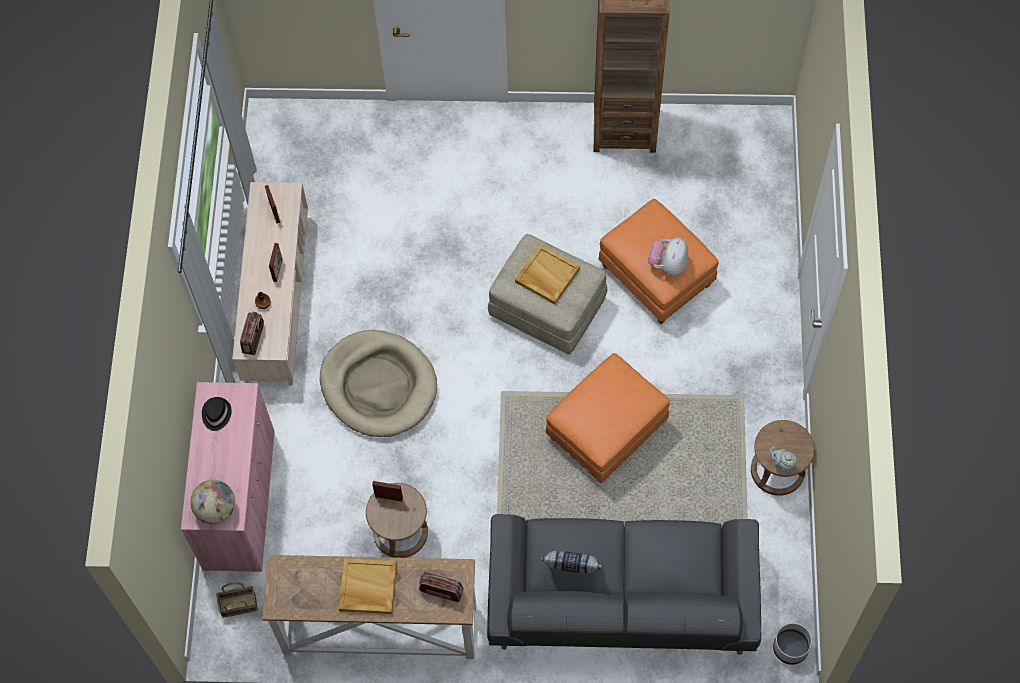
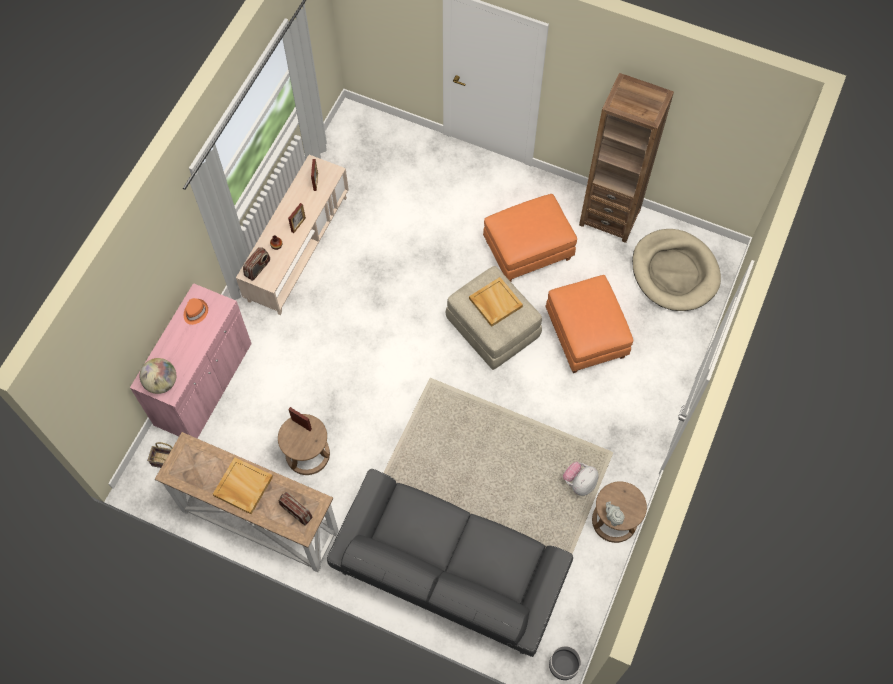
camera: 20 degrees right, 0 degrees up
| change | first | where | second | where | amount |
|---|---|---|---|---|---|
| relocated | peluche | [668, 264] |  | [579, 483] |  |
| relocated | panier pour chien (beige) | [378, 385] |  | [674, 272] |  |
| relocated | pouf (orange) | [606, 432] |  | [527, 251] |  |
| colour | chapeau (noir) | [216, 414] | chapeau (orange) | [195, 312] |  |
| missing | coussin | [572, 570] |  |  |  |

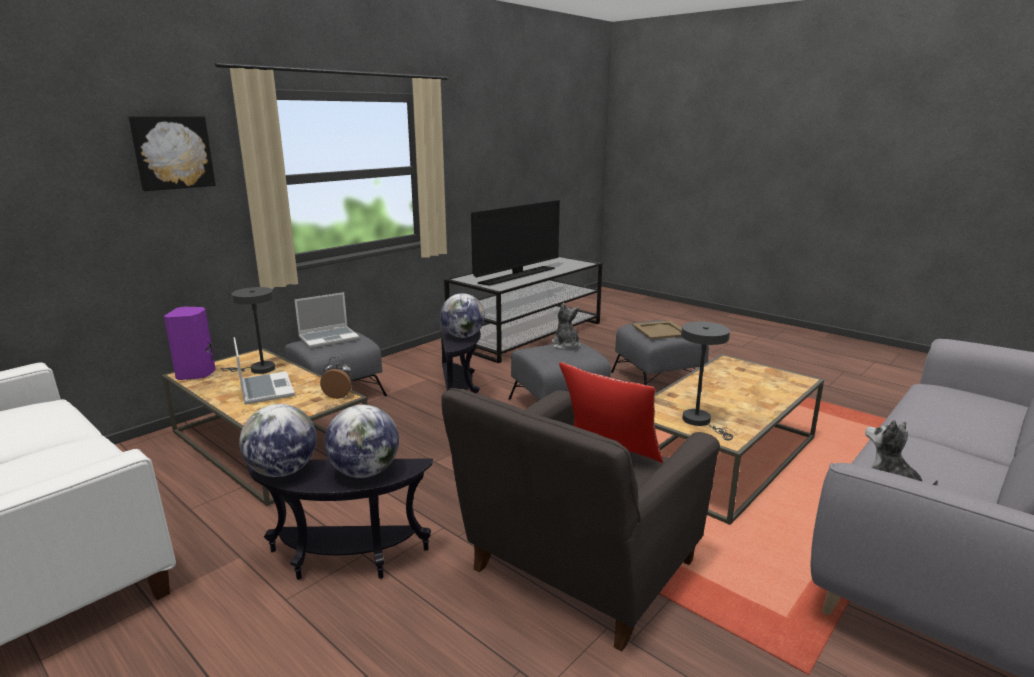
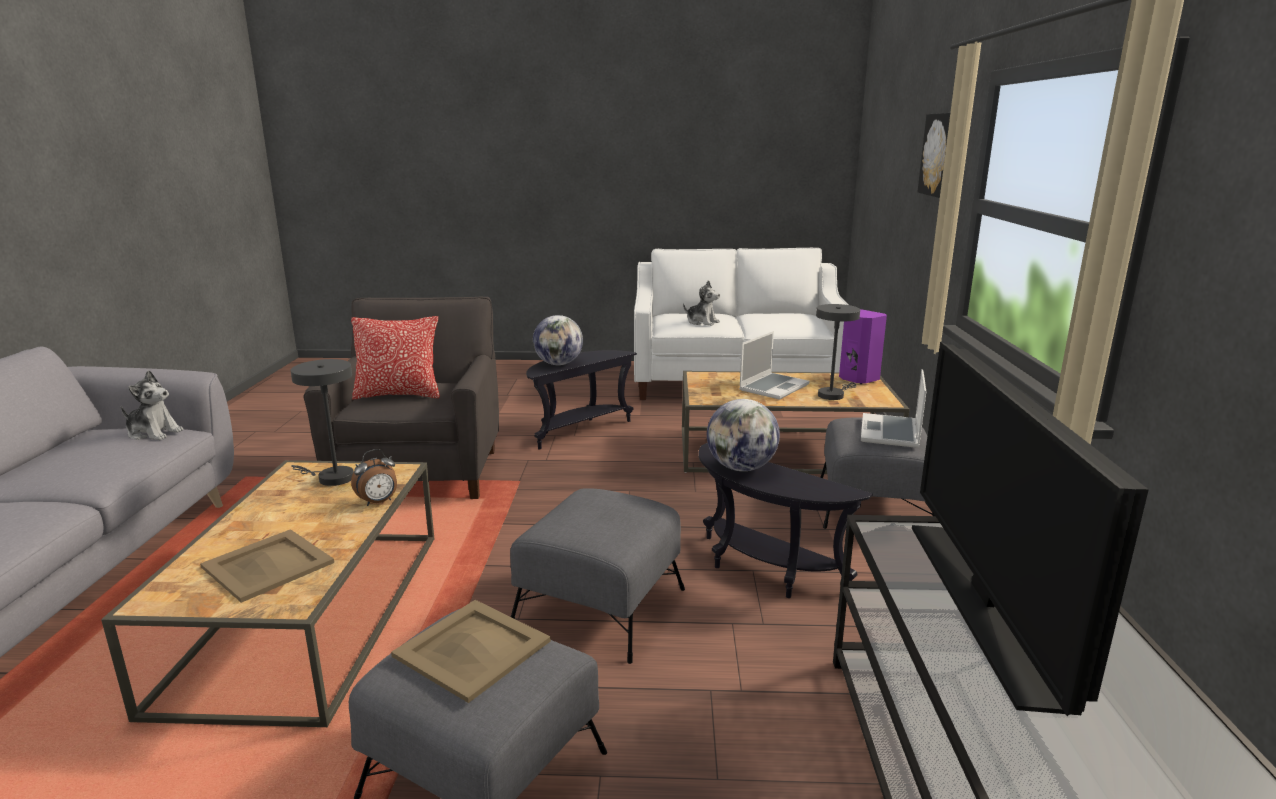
camera: 140 degrees right, 0 degrees up
| change | first | where | second | where | amount |
|---|---|---|---|---|---|
| relocated | peluche | [566, 345] |  | [702, 322] |  |
| spun | ordinateur portable | [265, 389] |  | [773, 387] | 75 degrees counterclockwise |
| relocated | réveil | [339, 395] |  | [378, 502] |  |
| missing | globe | [282, 471] |  |  |  |
| appeared |  |  | plateau (beige) | [266, 565] |  |

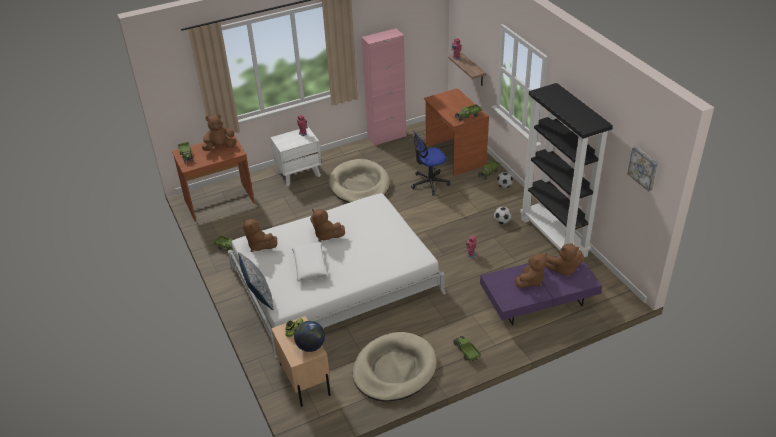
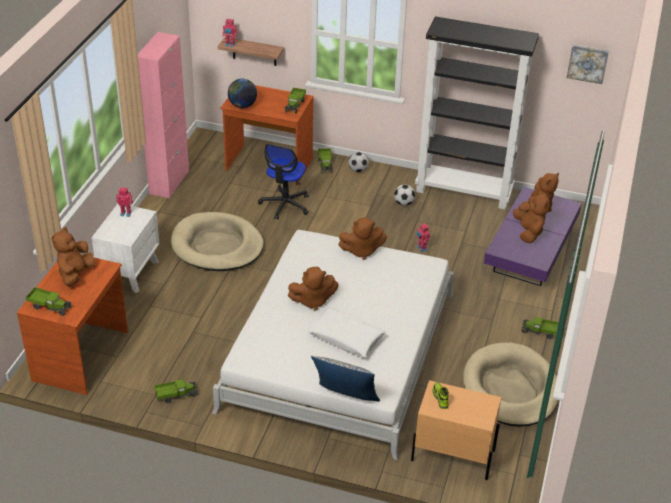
camera: 50 degrees left, 0 degrees up
| change | first | where | second | where | amount |
|---|---|---|---|---|---|
| relocated | peluche (marron) | [259, 246] |  | [361, 251] |  |
| relocated | globe | [310, 346] |  | [242, 105] |  |

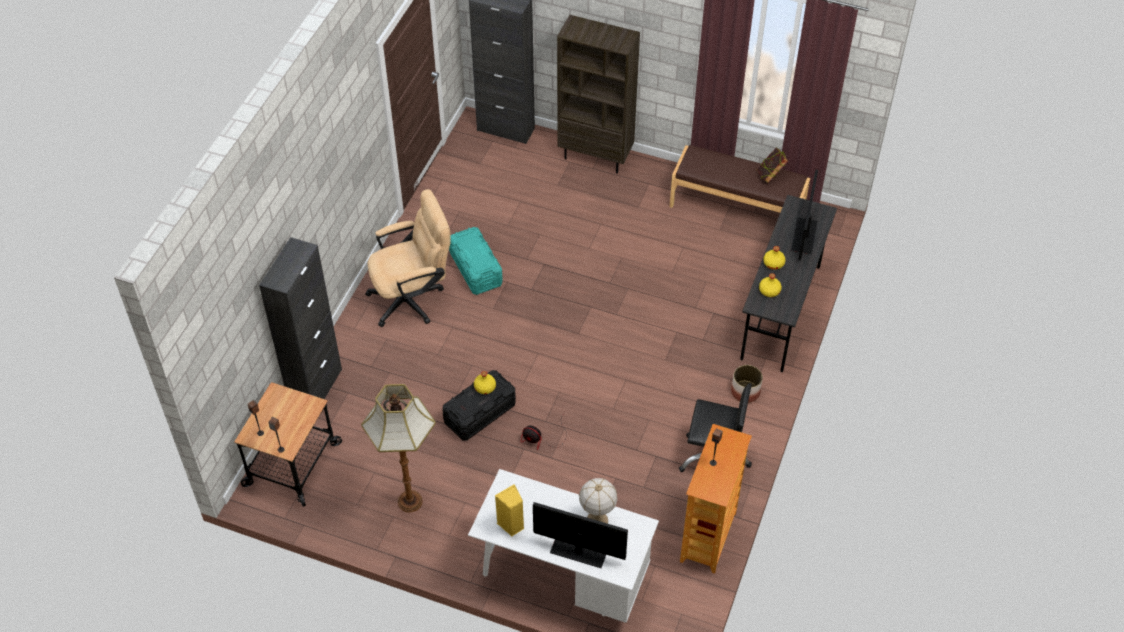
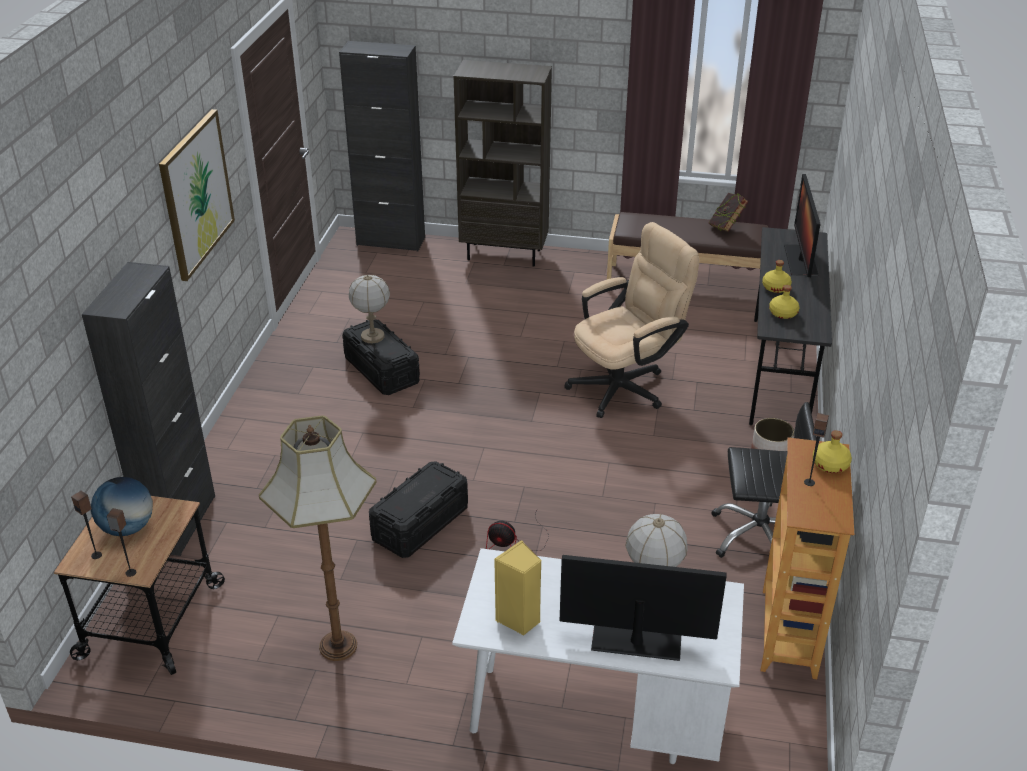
camera: 10 degrees left, 15 degrees down
| change | first | where | second | where | amount |
|---|---|---|---|---|---|
| relocated | chaise de bureau (beige) | [413, 298] |  | [626, 386] |  |
| colour | boîte de rangement (turquoise) | [476, 269] | boîte de rangement (noir) | [382, 370] |  |
| relocated | bouteille (jaune) | [485, 387] |  | [830, 465] |  |
| appeared |  |  | tableau | [196, 194] |  |
| appeared |  |  | lampe de table | [372, 336] |  |
| appeared |  |  | globe | [127, 528] |  |

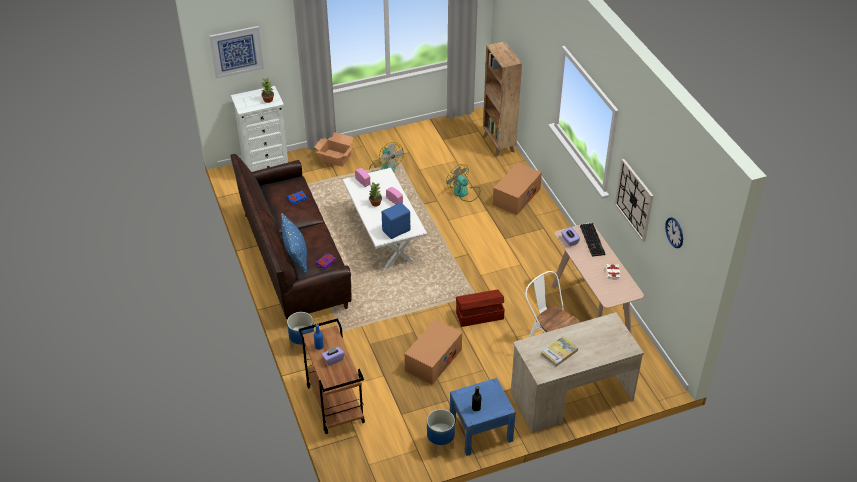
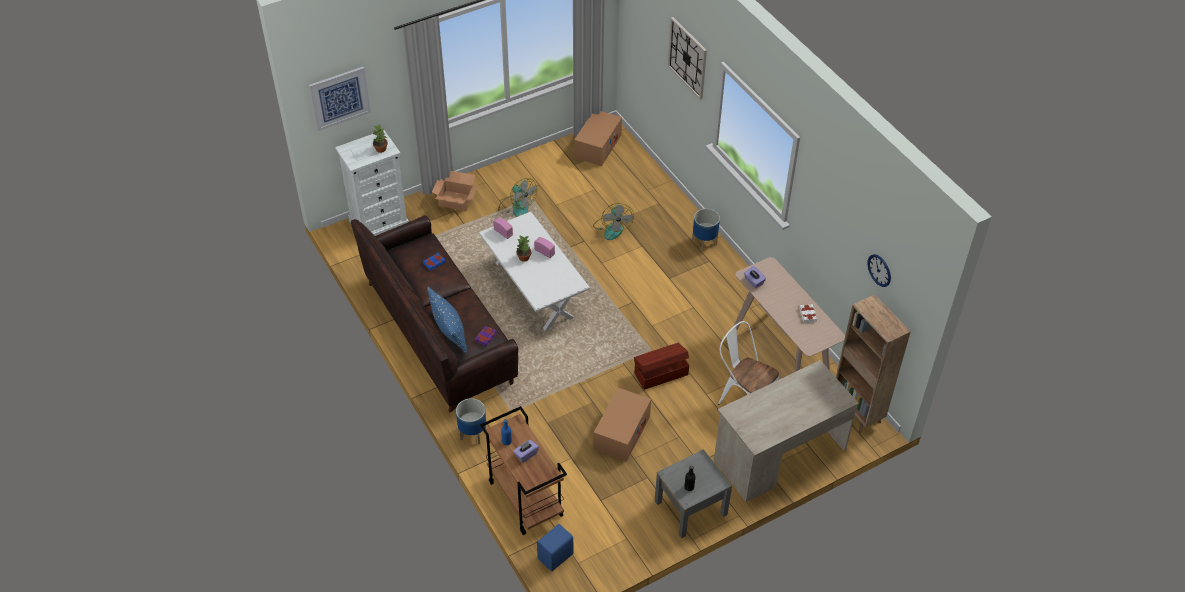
camera: 10 degrees left, 5 degrees up
| change | first | where | second | where | amount |
|---|---|---|---|---|---|
| relocated | bibliothèque (marron) | [498, 144] |  | [857, 412] |  |
| relocated | horloge murale | [634, 199] |  | [687, 58] |  |
| relocated | carton | [516, 197] |  | [597, 146] |  |
| spun | ventilateur | [464, 193] |  | [612, 228] | 135 degrees counterclockwise |
| relocated | enceinte (bleu) | [397, 231] |  | [556, 557] |  |
| missing | clavier | [593, 241] |  |  |  |
| missing | livre | [559, 352] |  |  |  |
| colour | table de chevet (bleu) | [481, 431] | table de chevet (gris) | [690, 508] |  |
| relocated | cache-pot | [440, 444] |  | [704, 242] |  |

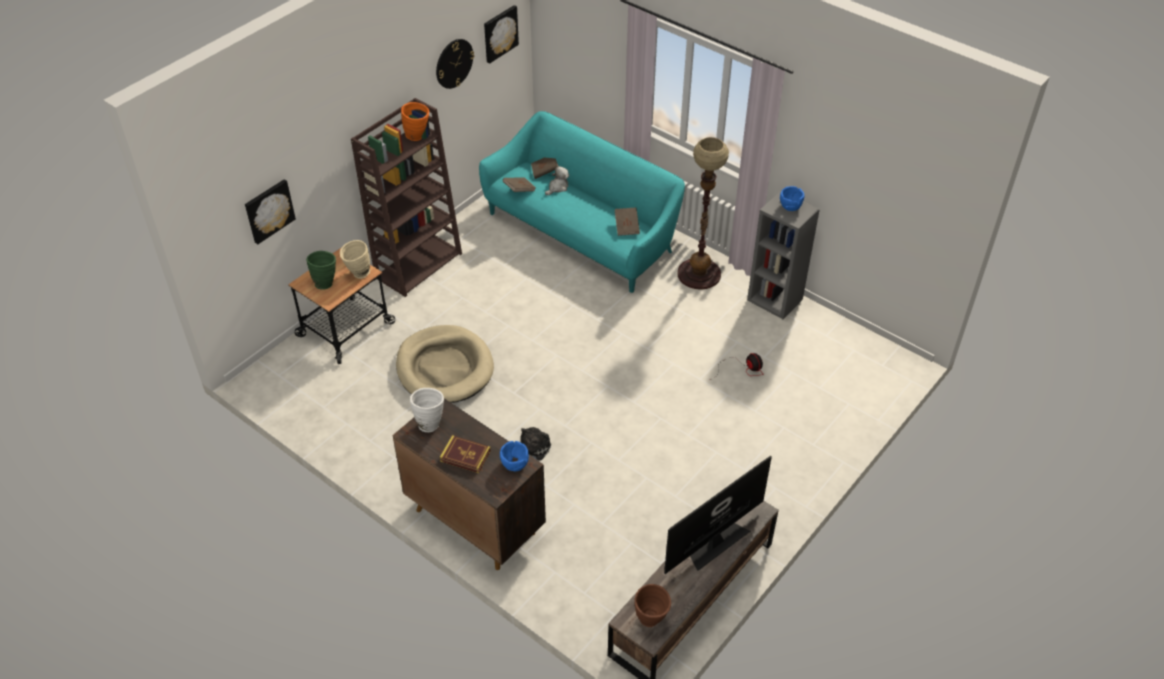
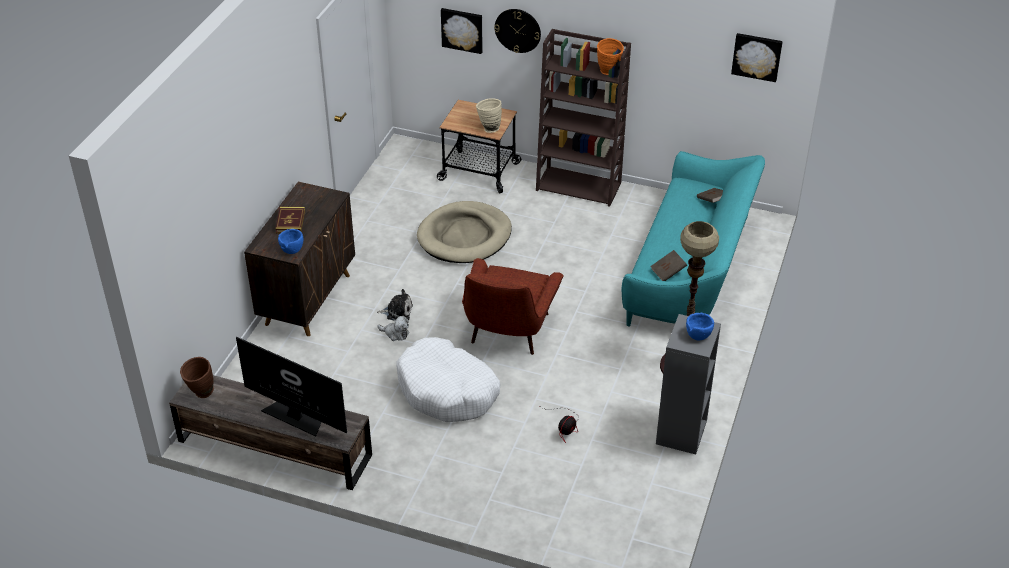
camera: 70 degrees right, 5 degrees down
| change | first | where | second | where | amount |
|---|---|---|---|---|---|
| relocated | horloge murale | [454, 63] |  | [517, 30] |  |
| relocated | peluche | [557, 187] |  | [395, 333] |  |
| missing | livre (marron) | [519, 190] |  |  |  |
| missing | vase (vert) | [326, 282] |  |  |  |
| missing | vase (blanc) | [430, 422] |  |  |  |
| appeared |  |  | fauteuil (rouge) | [508, 332] |  |
| appeared |  |  | panier pour chien (blanc) | [447, 390] |  |

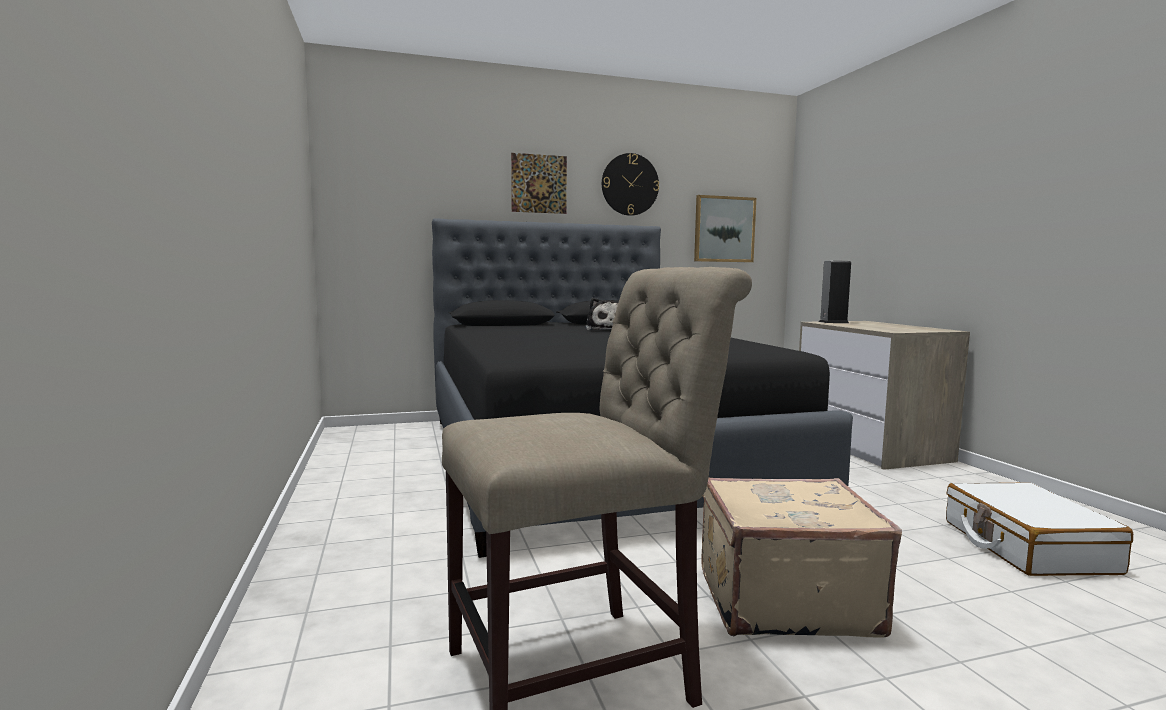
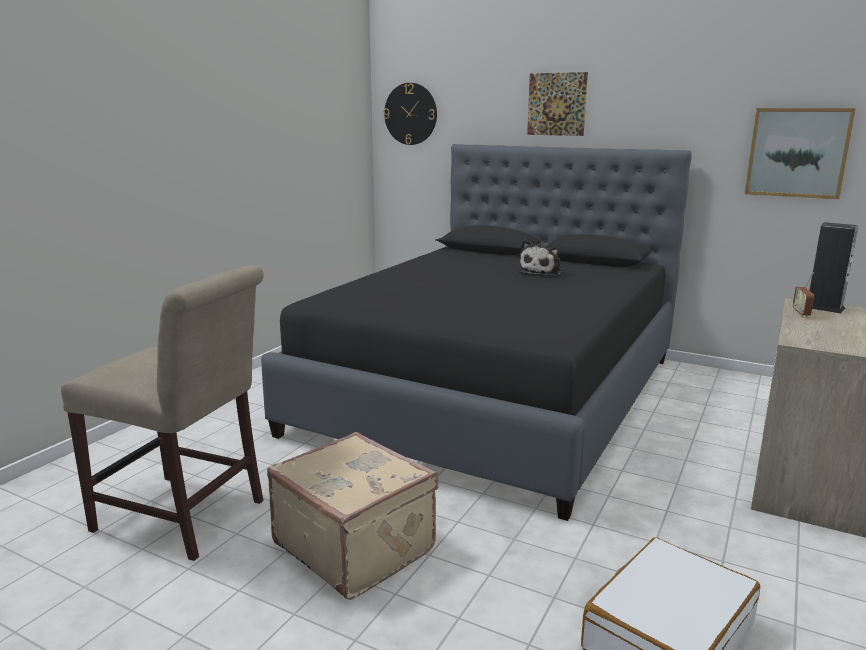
camera: 45 degrees right, 10 degrees up
| change | first | where | second | where | amount |
|---|---|---|---|---|---|
| relocated | horloge murale | [630, 184] |  | [410, 114] |  |
| appeared |  |  | radio | [801, 313] |  |

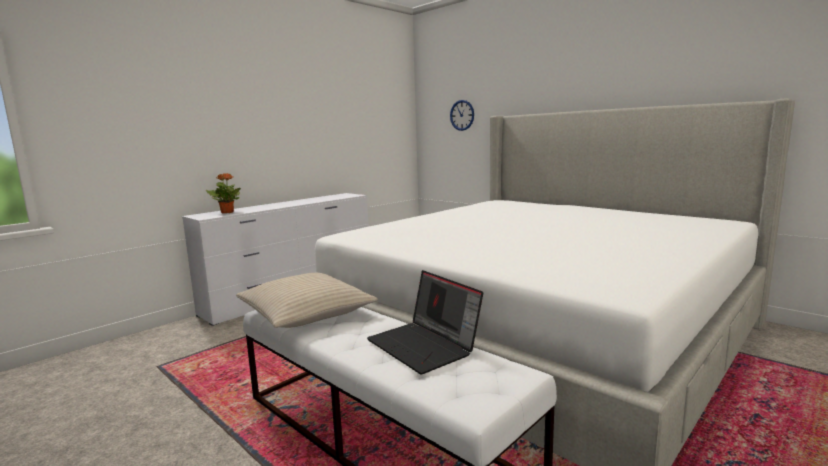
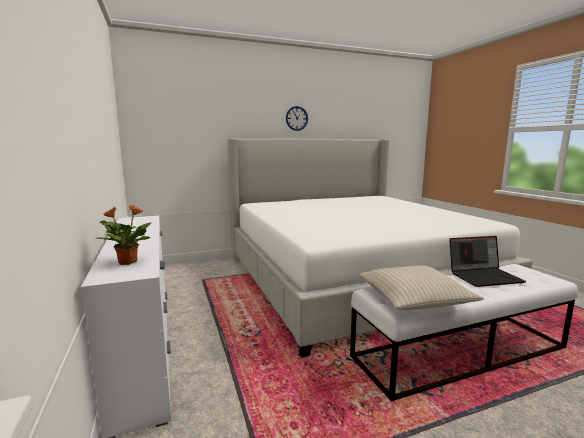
camera: 65 degrees left, 0 degrees up
| change | first | where | second | where | amount |
|---|---|---|---|---|---|
| relocated | horloge murale | [462, 115] |  | [296, 118] |  |

